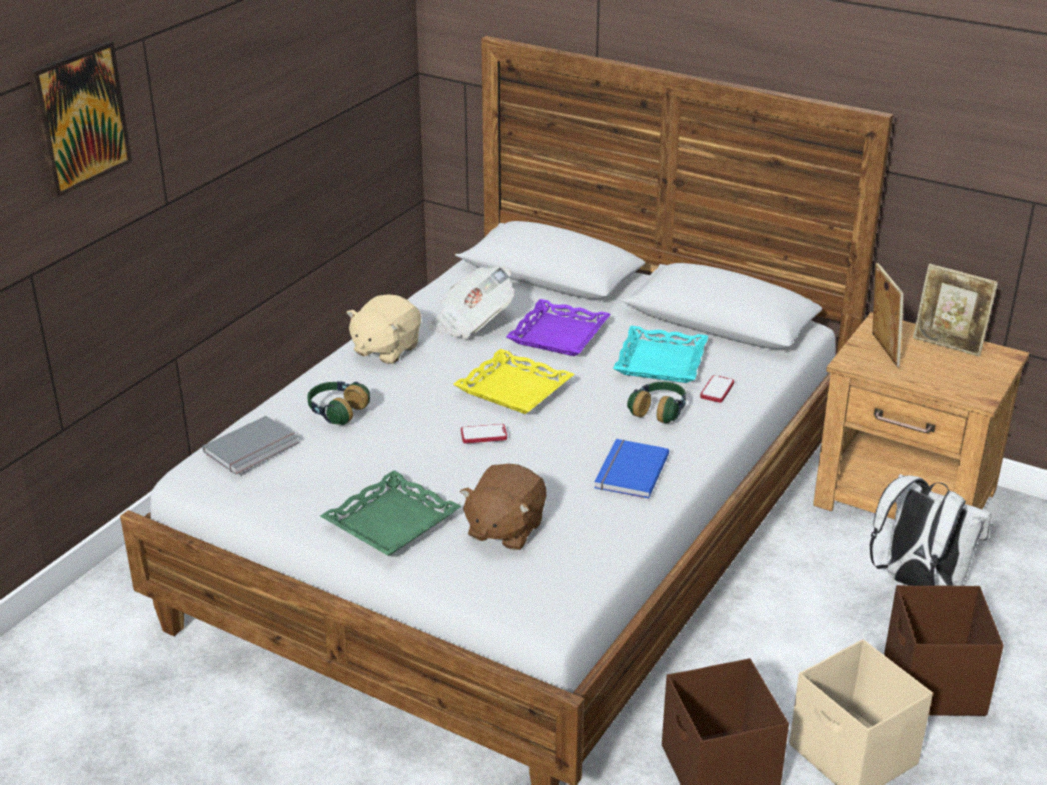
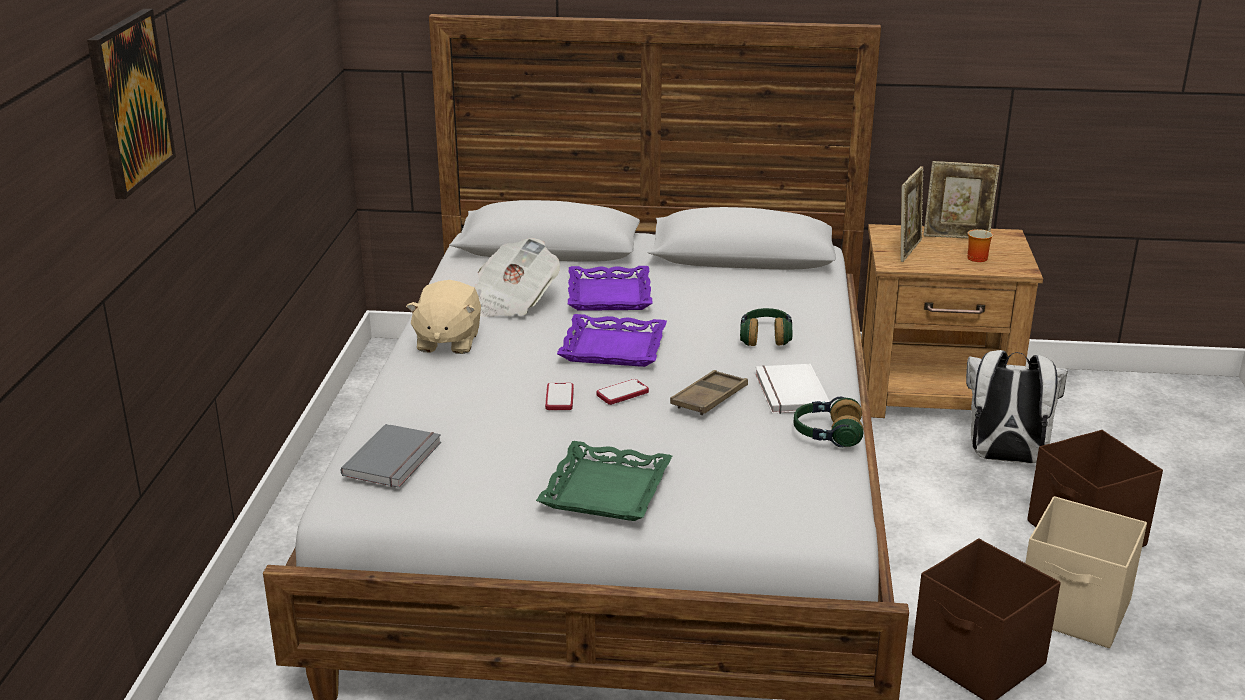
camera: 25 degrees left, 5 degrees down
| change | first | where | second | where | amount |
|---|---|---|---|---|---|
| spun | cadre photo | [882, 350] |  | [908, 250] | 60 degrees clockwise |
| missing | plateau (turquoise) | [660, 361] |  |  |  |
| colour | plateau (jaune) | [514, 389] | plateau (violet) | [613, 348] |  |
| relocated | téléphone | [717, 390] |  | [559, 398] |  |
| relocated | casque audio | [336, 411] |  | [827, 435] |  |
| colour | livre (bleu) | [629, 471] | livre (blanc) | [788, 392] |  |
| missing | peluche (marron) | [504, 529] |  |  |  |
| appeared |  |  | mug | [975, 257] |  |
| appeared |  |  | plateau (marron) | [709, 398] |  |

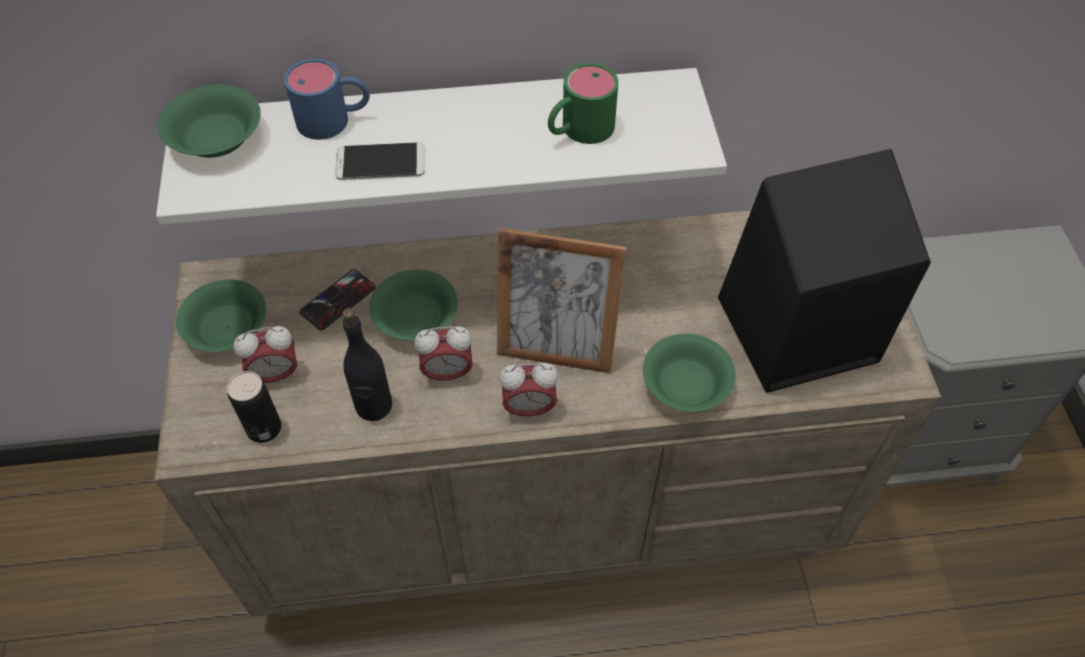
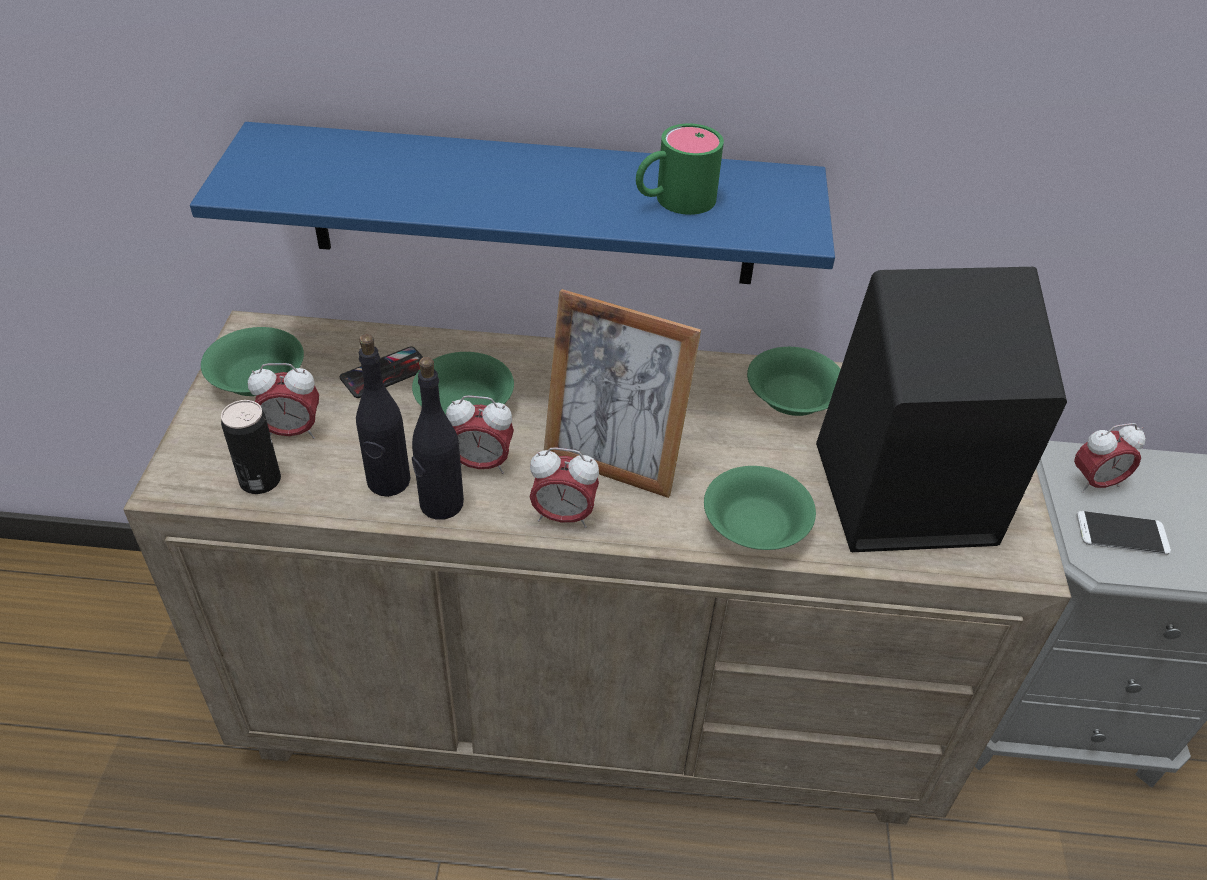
camera: 10 degrees right, 10 degrees down
| change | first | where | second | where | amount |
|---|---|---|---|---|---|
| missing | mug (bleu) | [335, 119] |  |  |  |
| colour | étagère (blanc) | [443, 136] | étagère (bleu) | [532, 206] |  |
| relocated | bol (vert) | [216, 140] |  | [792, 399] |  |
| relocated | téléphone | [380, 162] |  | [1122, 534] |  |
| appeared |  |  | bouteille (noir) | [441, 504] |  |
| appeared |  |  | réveil | [1095, 483] |  |

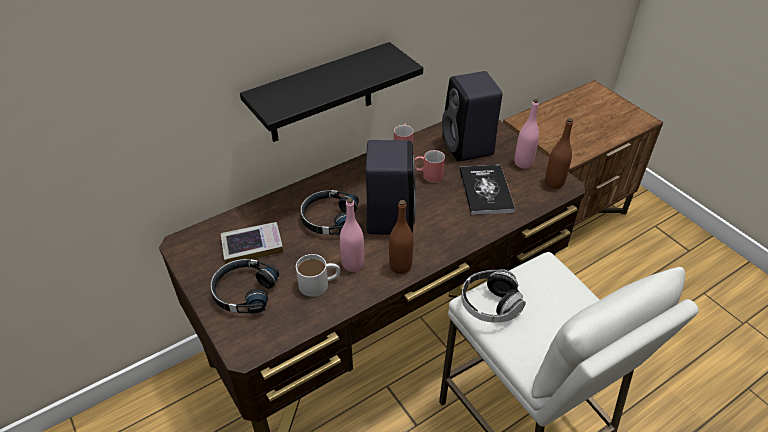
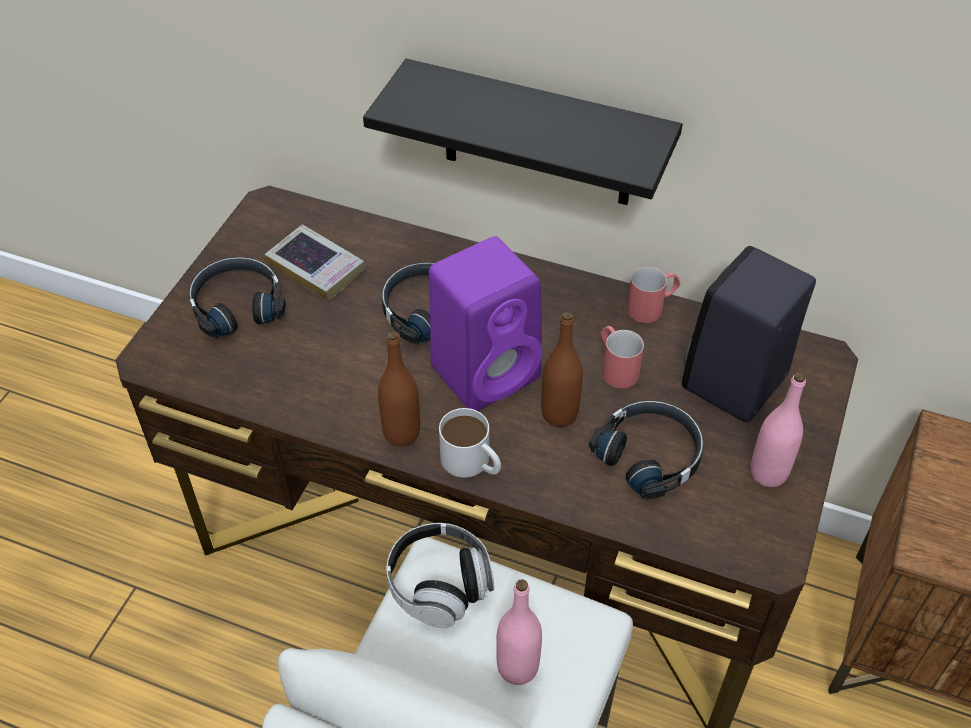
camera: 55 degrees right, 5 degrees up
| change | first | where | second | where | amount |
|---|---|---|---|---|---|
| relocated | bouteille (marron) | [554, 183] |  | [559, 414] |  |
| colour | enceinte (noir) | [389, 216] | enceinte (violet) | [487, 370] |  |
| exchanged | livre | [485, 190] | casque audio (noir) | [650, 454] |  |
| relocated | bouteille (rose) | [353, 264] |  | [517, 667] |  |
| relocated | mug (blanc) | [319, 283] |  | [472, 463] |  |

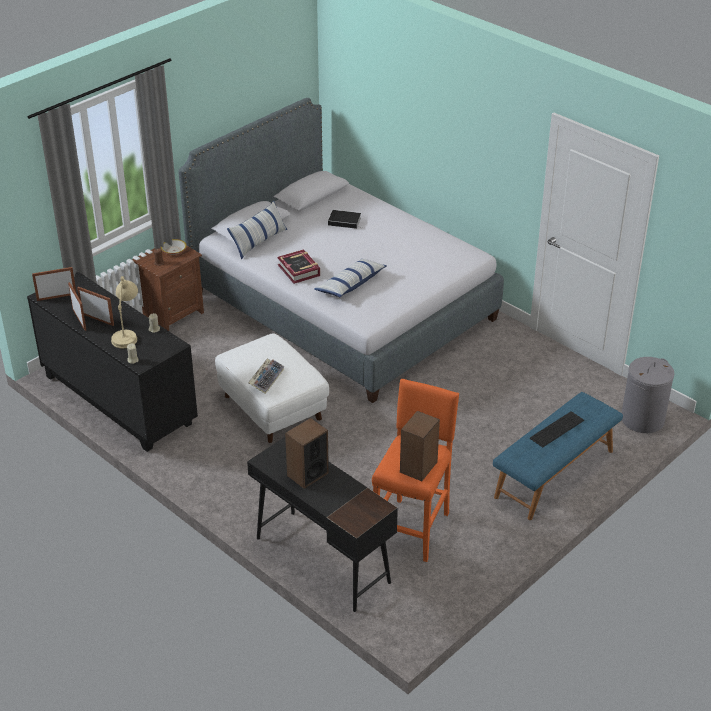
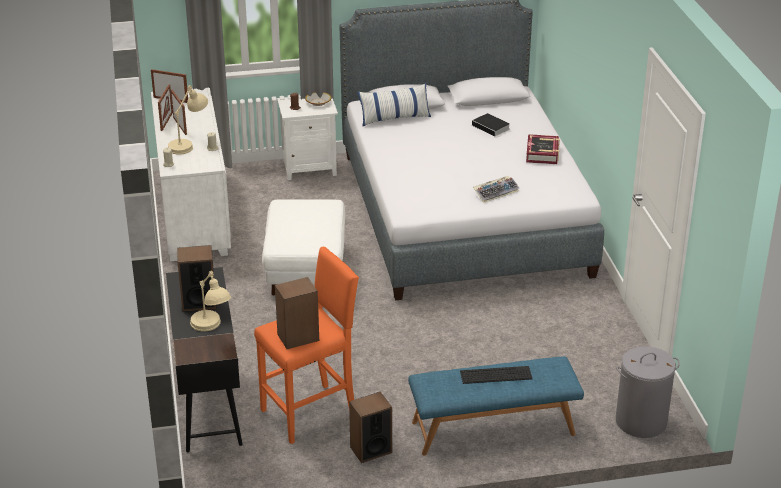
camera: 35 degrees right, 5 degrees down
| change | first | where | second | where | amount |
|---|---|---|---|---|---|
| colour | table de chevet (marron) | [172, 315] | table de chevet (blanc) | [309, 168] |  |
| relocated | livre | [299, 270] |  | [542, 154] |  |
| missing | coussin | [350, 284] |  |  |  |
| colour | commode (noir) | [118, 399] | commode (blanc) | [193, 214] |  |
| relocated | clavier | [266, 378] |  | [496, 192] |  |
| appeared |  |  | lampe de table (beige) | [212, 329] |  |
| appeared |  |  | enceinte | [370, 450] |  |

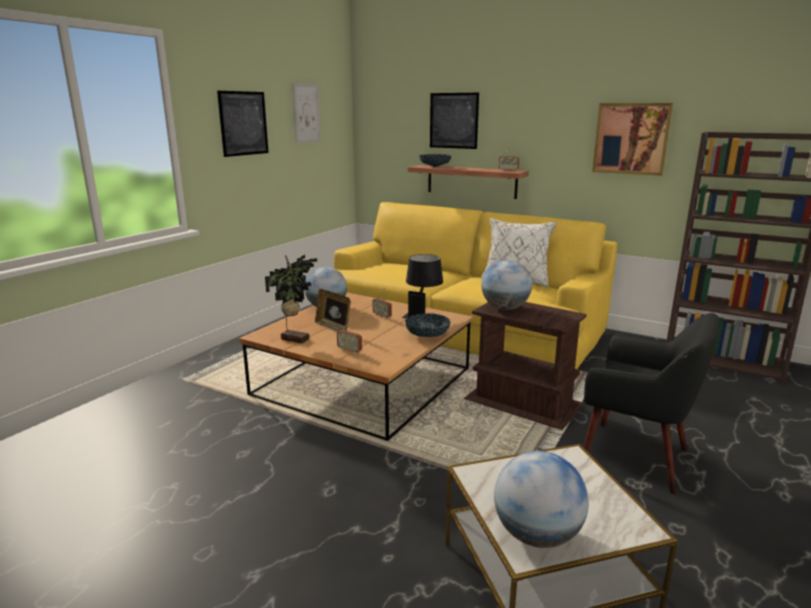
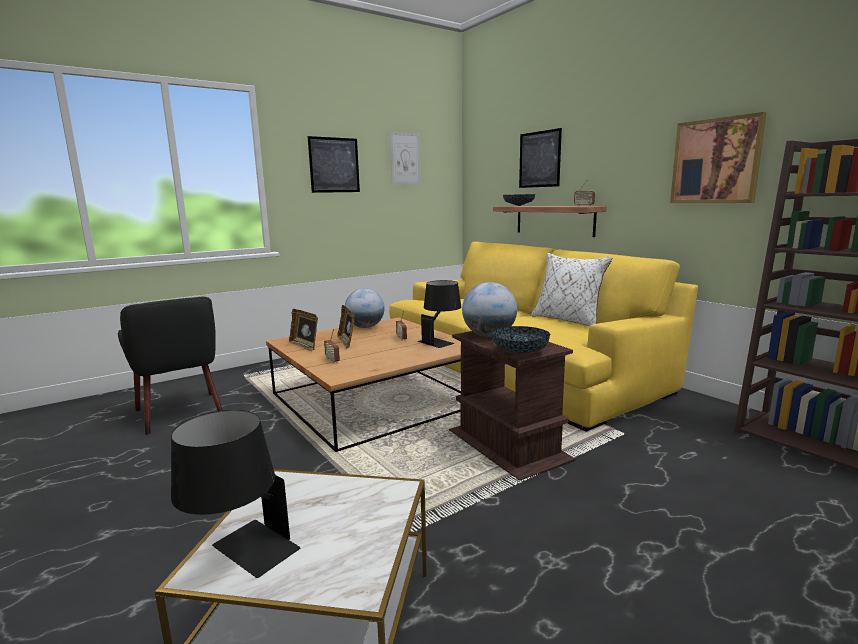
camera: 25 degrees right, 5 degrees down
| change | first | where | second | where | amount |
|---|---|---|---|---|---|
| exchanged | plante en pot | [295, 338] | cadre photo | [305, 346] |  |
| relocated | bol | [427, 335] |  | [520, 352] |  |
| relocated | fauteuil (noir) | [635, 457] |  | [180, 413] |  |
| exchanged | globe | [537, 535] | lampe de table (noir) | [240, 556] |  |

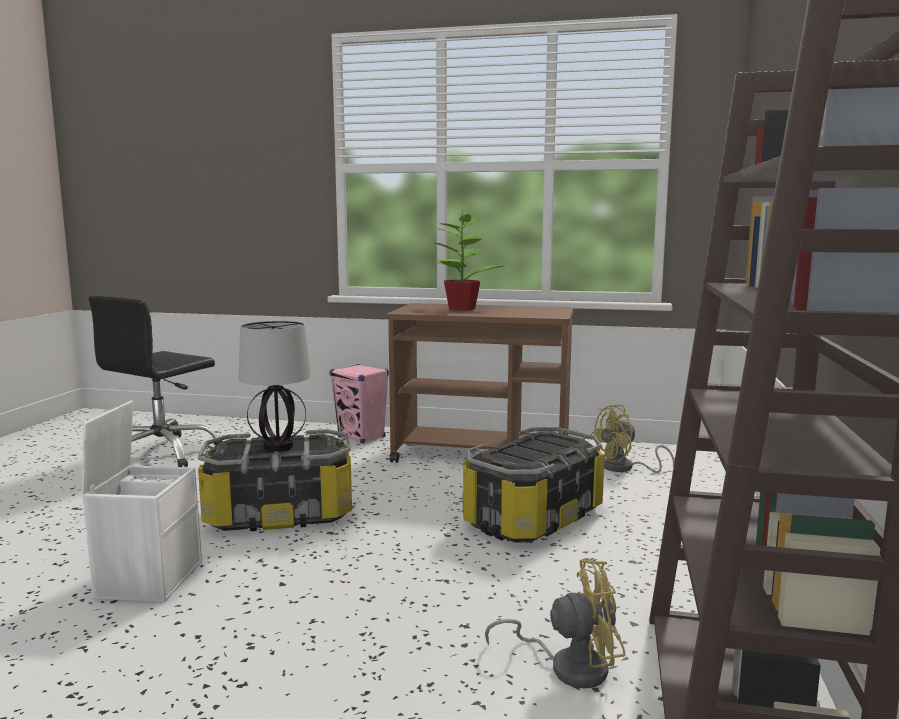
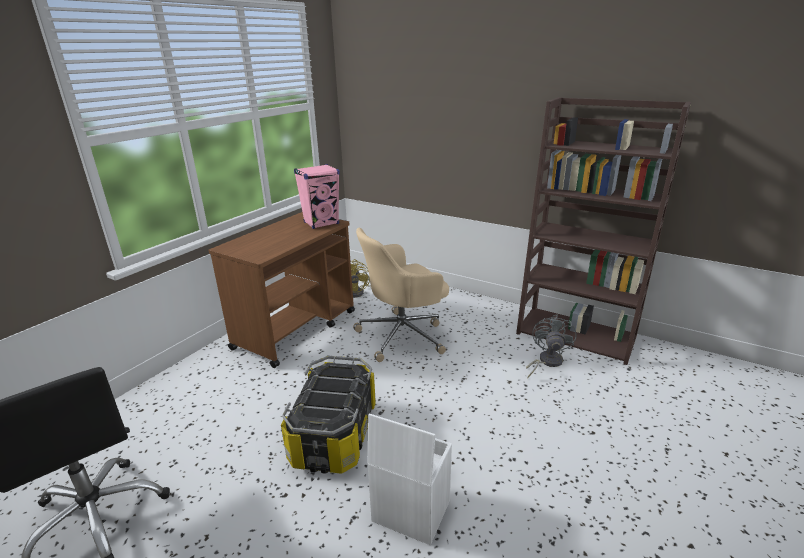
camera: 70 degrees left, 15 degrees up
| change | first | where | second | where | amount |
|---|---|---|---|---|---|
| missing | plante en pot | [462, 308] |  |  |  |
| missing | lampe de table | [279, 446] |  |  |  |
| relocated | enceinte (rose) | [361, 437] |  | [321, 223] |  |
| exchanged | boîte de rangement | [532, 517] | chaise de bureau (beige) | [403, 335] |  |
| colour | ventilateur (jaune) | [568, 666] | ventilateur (gris) | [546, 362] |  |

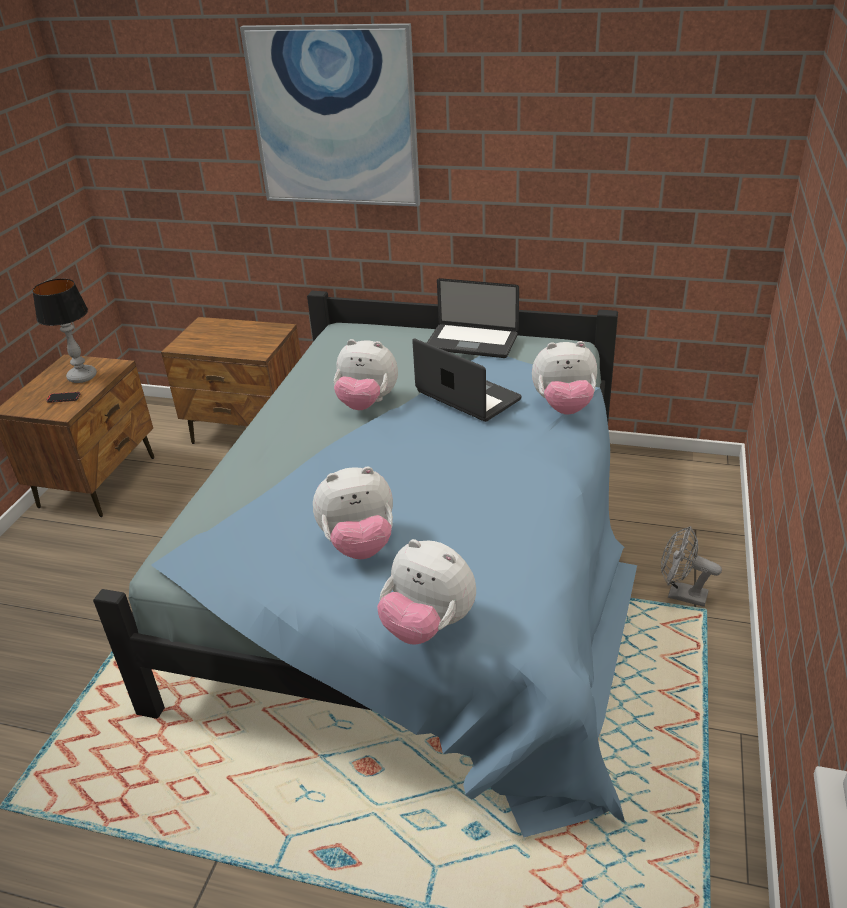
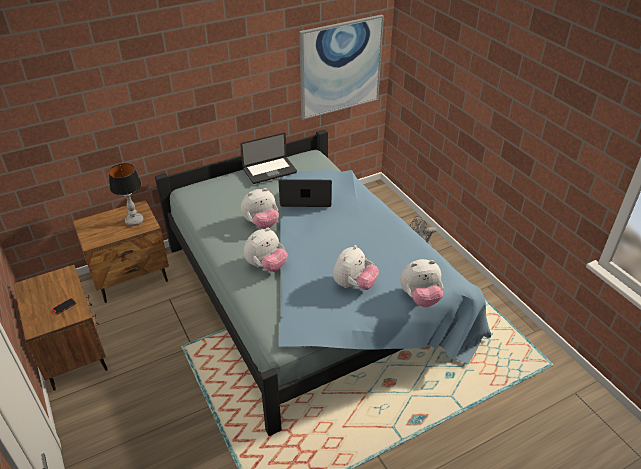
camera: 45 degrees left, 5 degrees up
| change | first | where | second | where | amount |
|---|---|---|---|---|---|
| relocated | tableau | [334, 117] |  | [340, 67] |  |
| relocated | lampe de table | [83, 377] |  | [135, 221] |  |
| relocated | peluche | [564, 407] |  | [266, 266] |  |

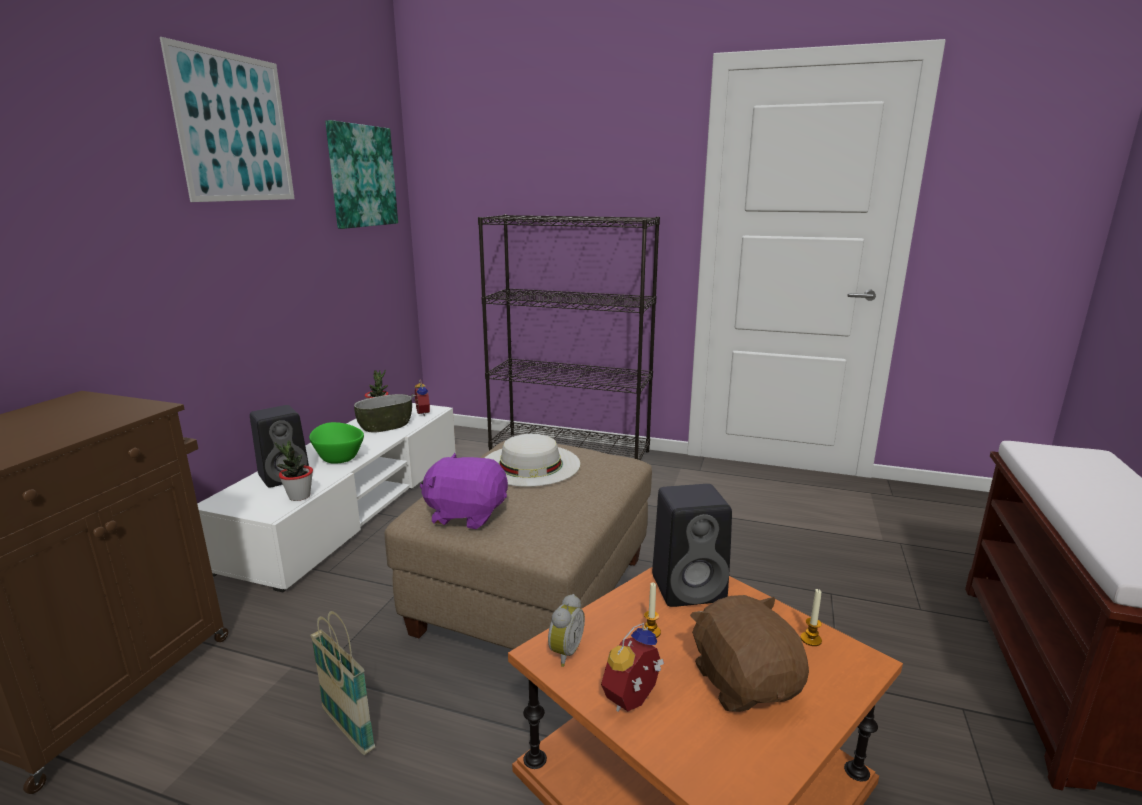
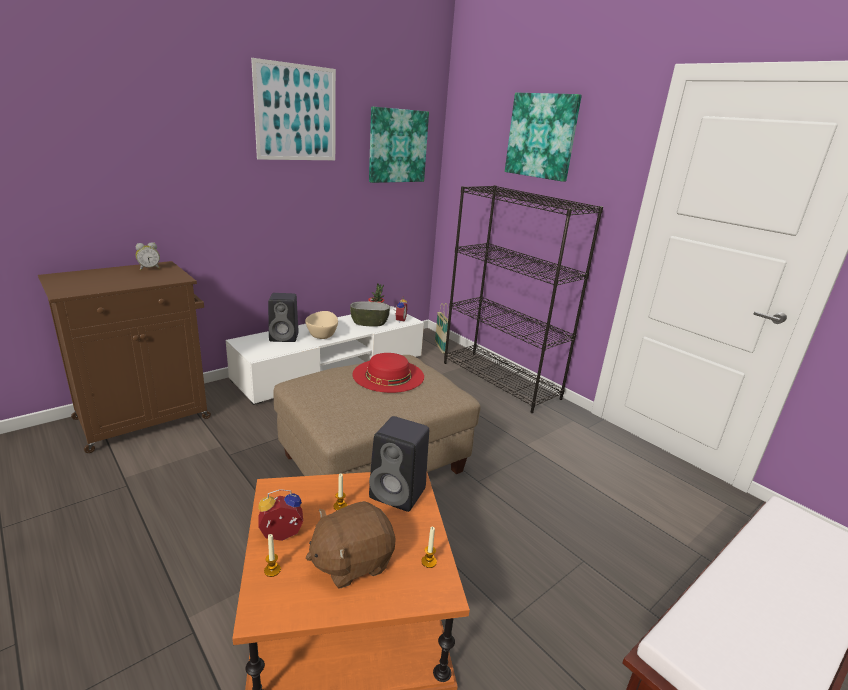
camera: 30 degrees right, 5 degrees up
| change | first | where | second | where | amount |
|---|---|---|---|---|---|
| colour | bol (vert) | [338, 457] | bol (beige) | [322, 334] |  |
| colour | chapeau (blanc) | [530, 464] | chapeau (rouge) | [388, 375] |  |
| missing | plante en pot | [299, 496] |  |  |  |
| missing | peluche (violet) | [466, 514] |  |  |  |
| relocated | réveil | [564, 652] |  | [149, 268] |  |
| spun | peluche (marron) | [744, 682] |  | [351, 561] | 135 degrees counterclockwise |
| relocated | panier | [348, 729] |  | [440, 347] |  |
| appeared |  |  | tableau | [542, 136] |  |
| appeared |  |  | bougie | [272, 570] |  |

